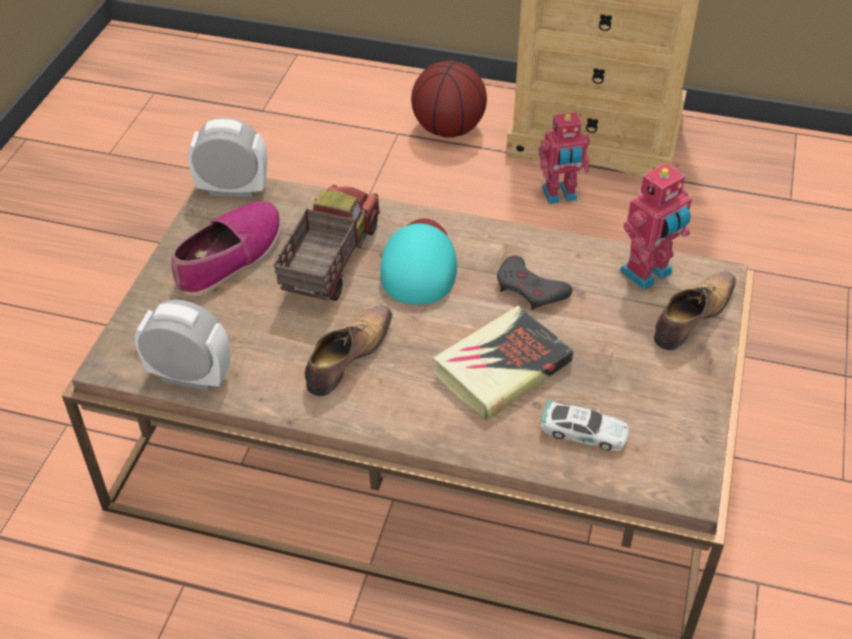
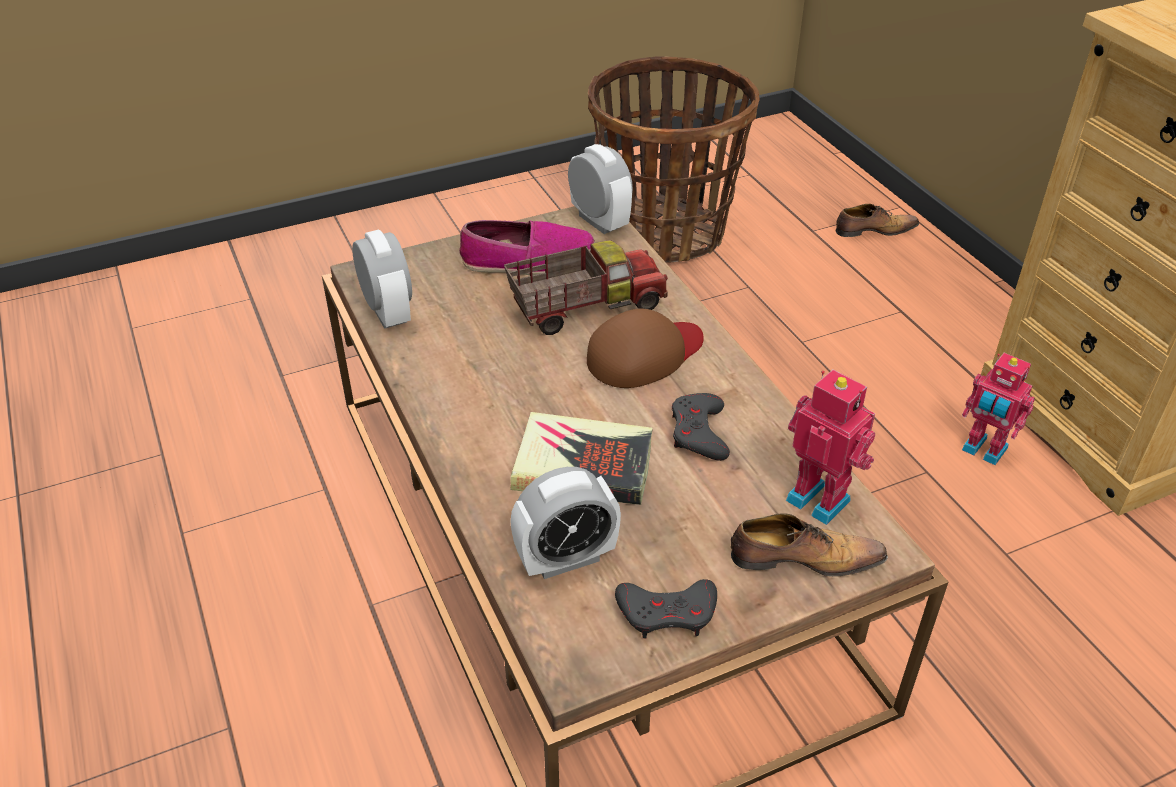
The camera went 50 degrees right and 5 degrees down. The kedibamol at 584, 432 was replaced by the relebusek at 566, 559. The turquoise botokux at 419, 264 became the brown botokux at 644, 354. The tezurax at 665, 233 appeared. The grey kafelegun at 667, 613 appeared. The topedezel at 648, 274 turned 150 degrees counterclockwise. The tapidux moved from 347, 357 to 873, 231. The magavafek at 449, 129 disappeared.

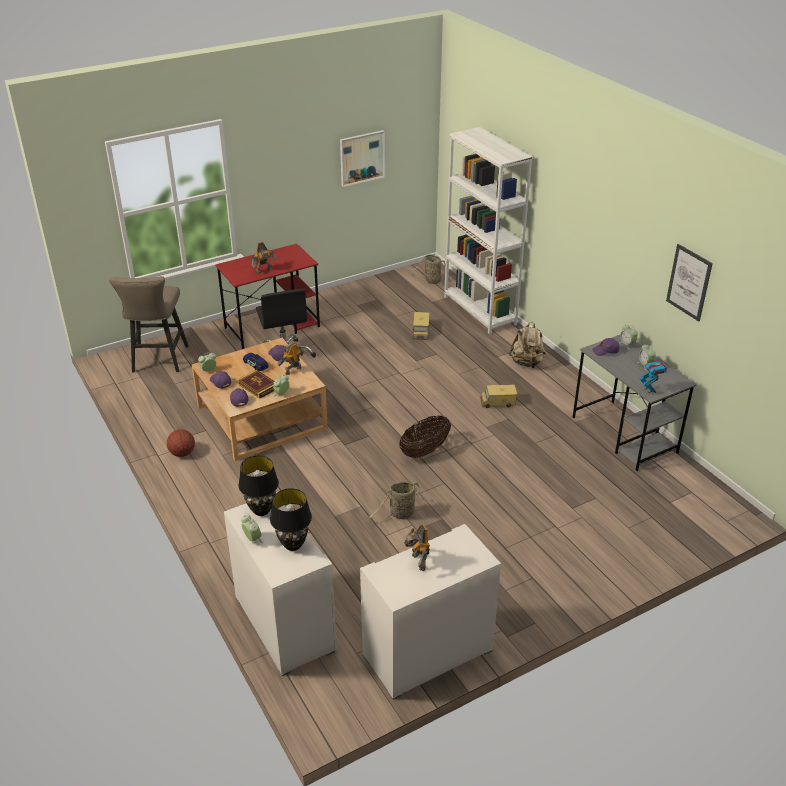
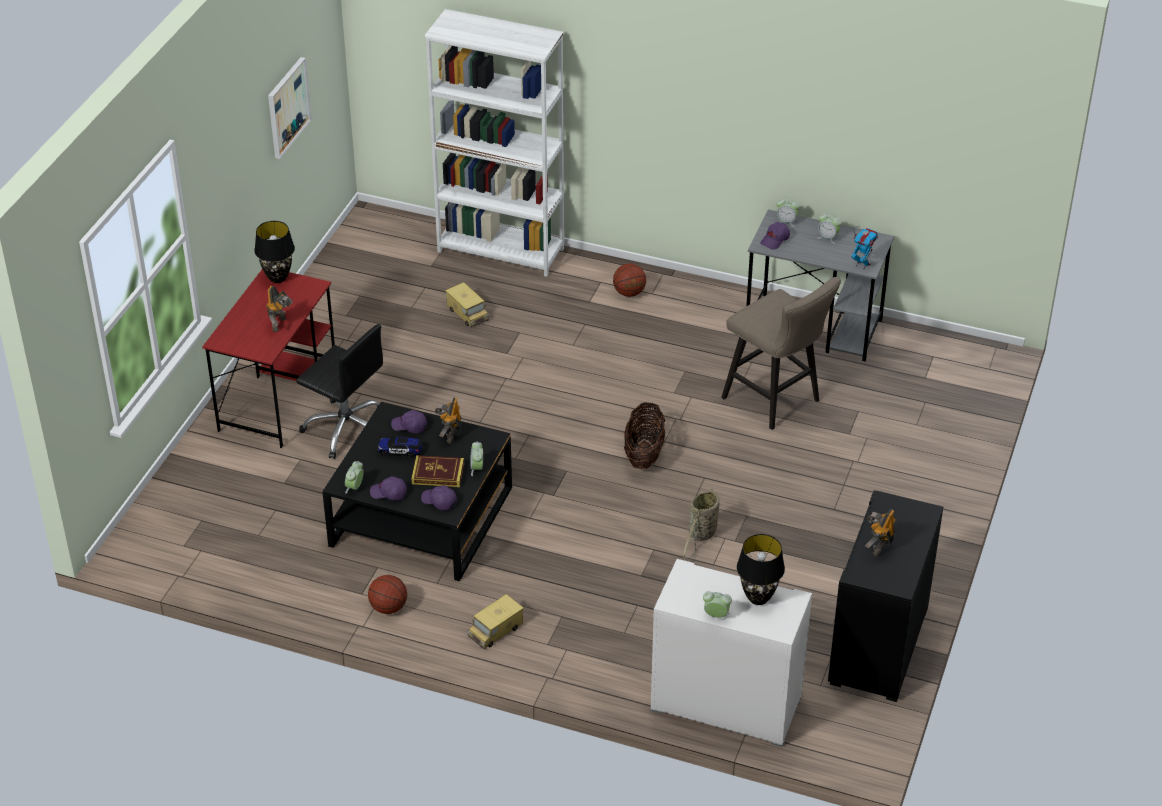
The camera went 40 degrees left and 5 degrees up. The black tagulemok moved from 261, 511 to 277, 278. The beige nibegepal at 261, 417 became the black nibegepal at 421, 516. The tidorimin moved from 498, 402 to 496, 630. The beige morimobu at 527, 363 was replaced by the magavafek at 629, 293. The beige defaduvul moved from 158, 361 to 776, 402. The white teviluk at 428, 654 became the black teviluk at 880, 646. The topedezel at 417, 562 turned 90 degrees clockwise. The tezurax at 431, 280 disappeared. The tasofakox at 689, 282 disappeared.

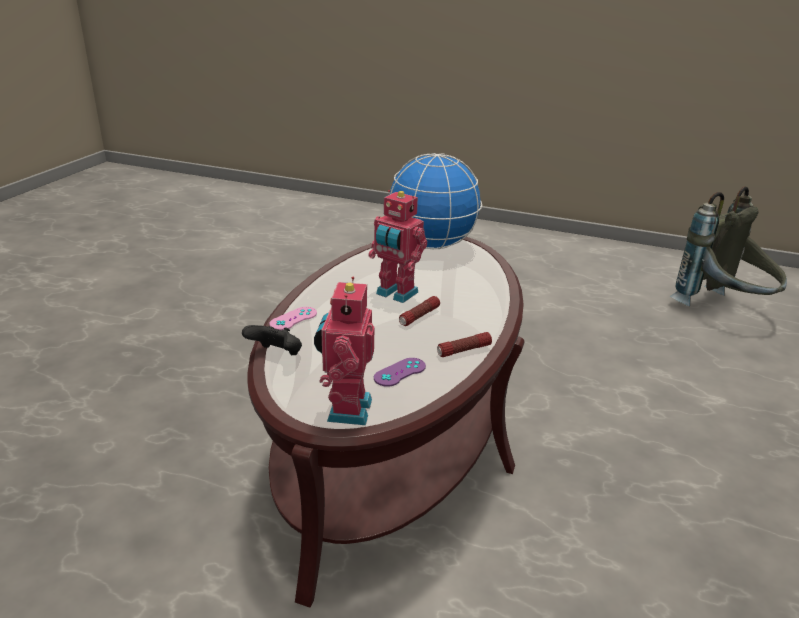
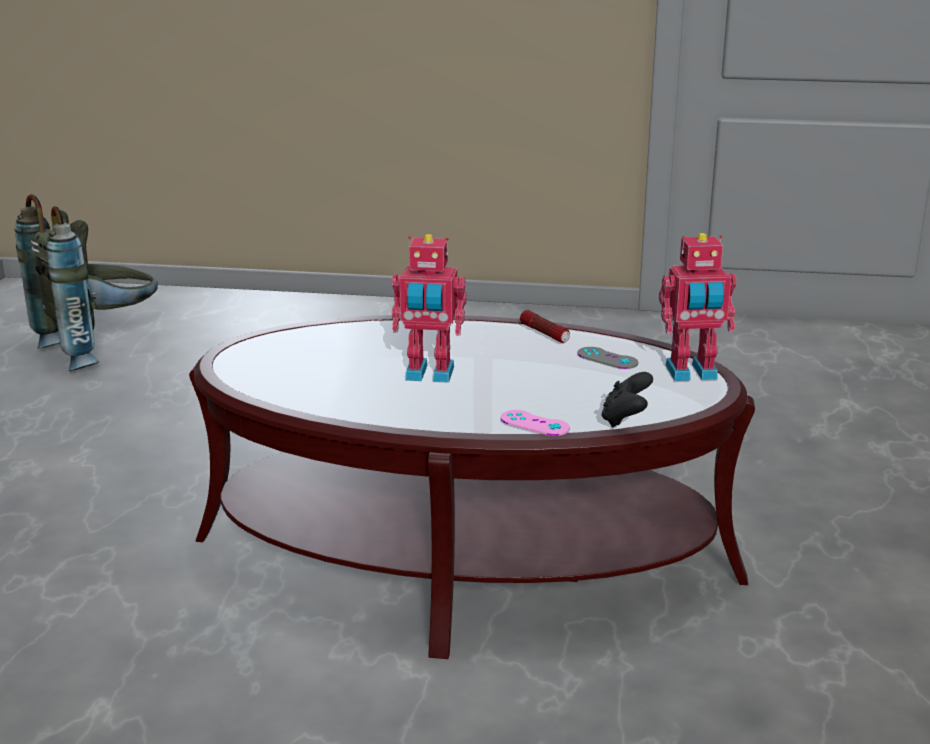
The camera went 100 degrees left and 5 degrees down. The topedezel at 395, 294 turned 75 degrees clockwise. The purple kafelegun at 400, 372 became the grey kafelegun at 607, 358. The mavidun at 432, 245 disappeared. The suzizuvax at 419, 316 disappeared.

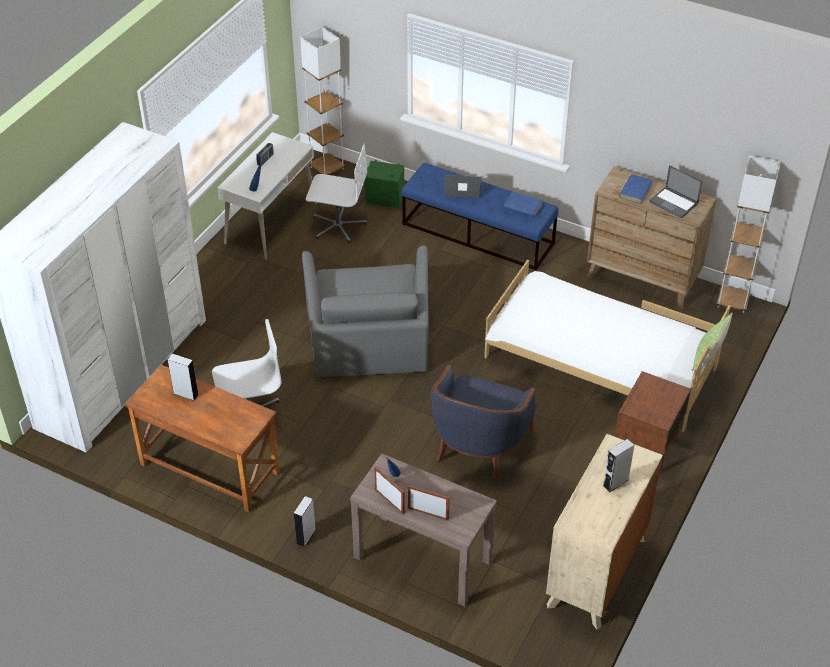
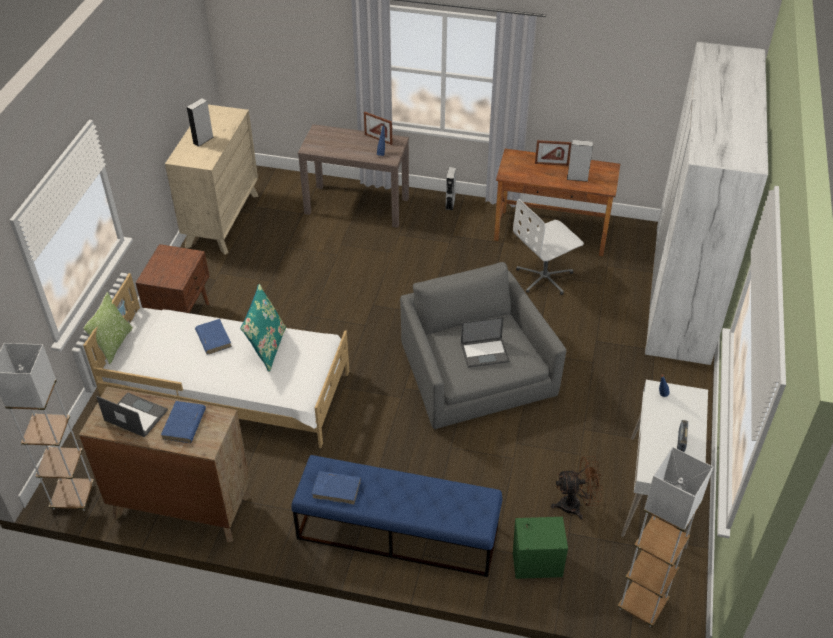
The camera went 165 degrees right and 0 degrees up. The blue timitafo at 213, 338 appeared. The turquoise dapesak at 267, 347 appeared. The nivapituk moved from 462, 188 to 485, 352. The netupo moved from 428, 513 to 551, 164. The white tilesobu at 338, 226 was replaced by the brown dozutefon at 575, 505. The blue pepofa at 479, 443 disappeared.

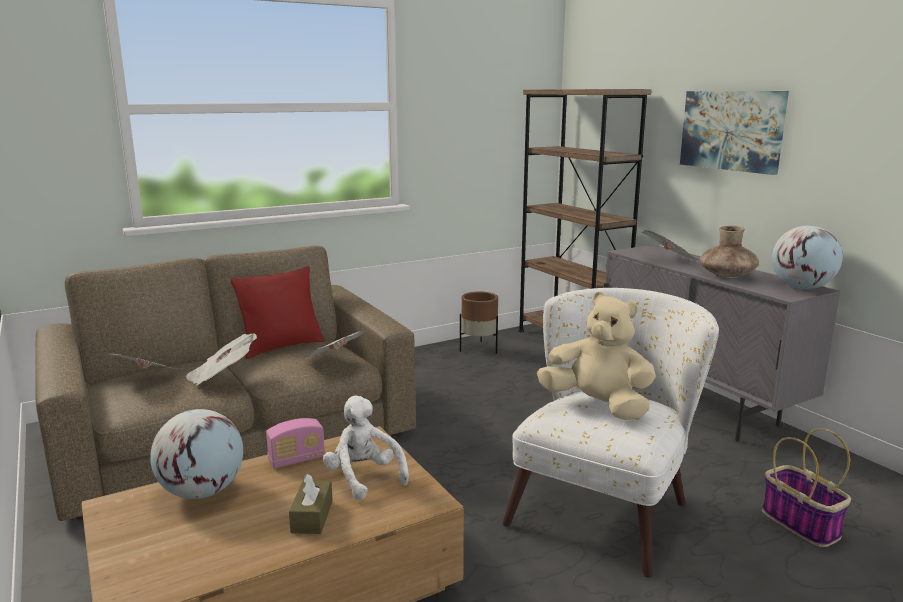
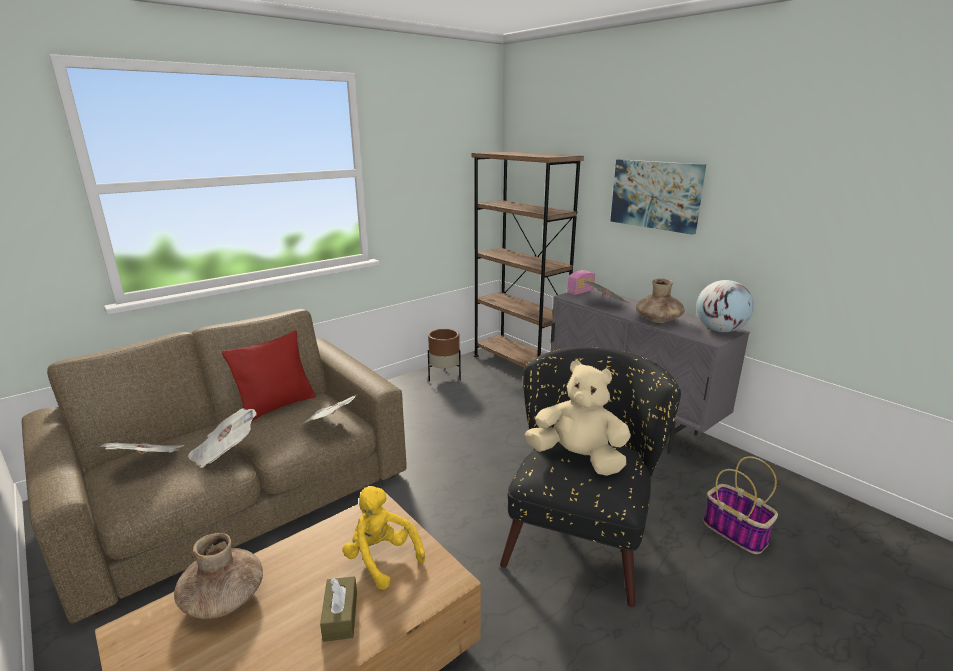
The camera went 10 degrees left and 5 degrees up. The mavidun at 202, 491 was replaced by the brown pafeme at 224, 598. The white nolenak at 363, 478 became the yellow nolenak at 381, 558. The white pepofa at 606, 505 became the black pepofa at 581, 533. The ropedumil moved from 297, 459 to 580, 292.

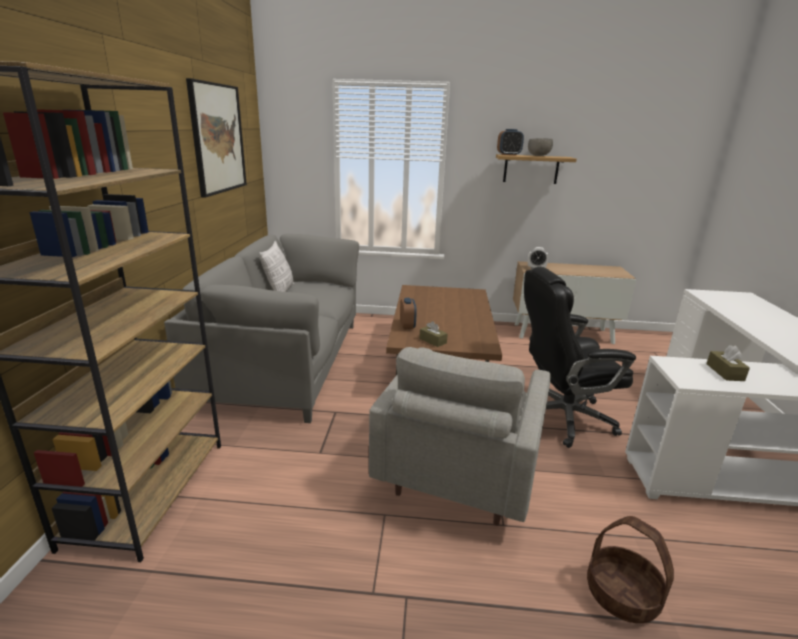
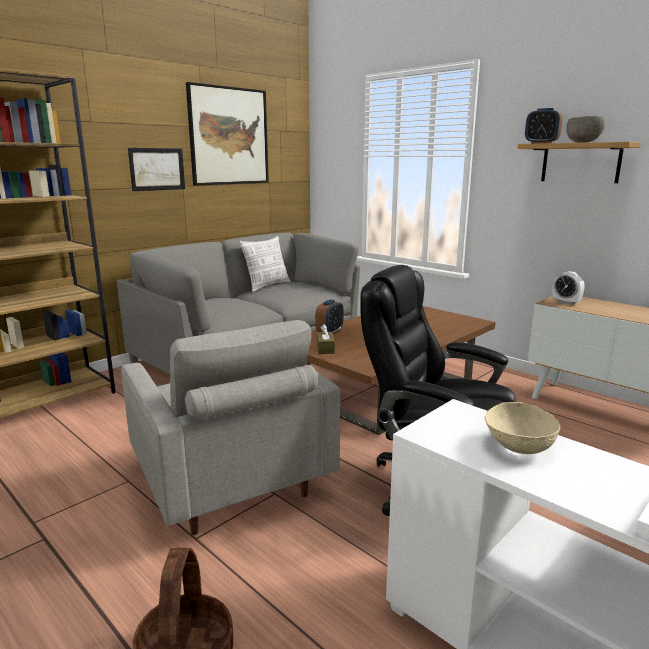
The camera went 40 degrees right and 5 degrees down. The grey pepofa at 457, 475 turned 90 degrees counterclockwise. The tasofakox at 157, 169 appeared. The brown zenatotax at 725, 372 was replaced by the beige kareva at 518, 445.

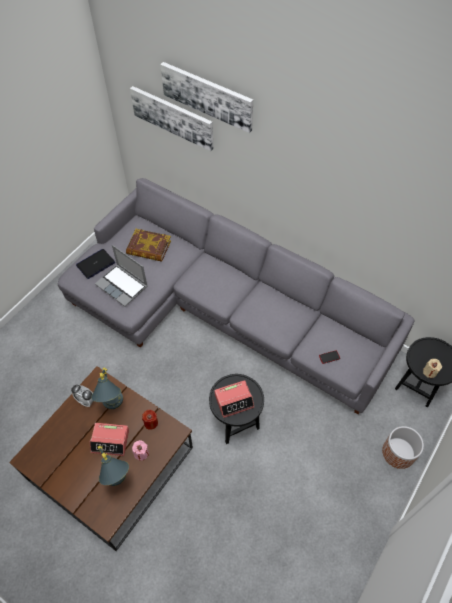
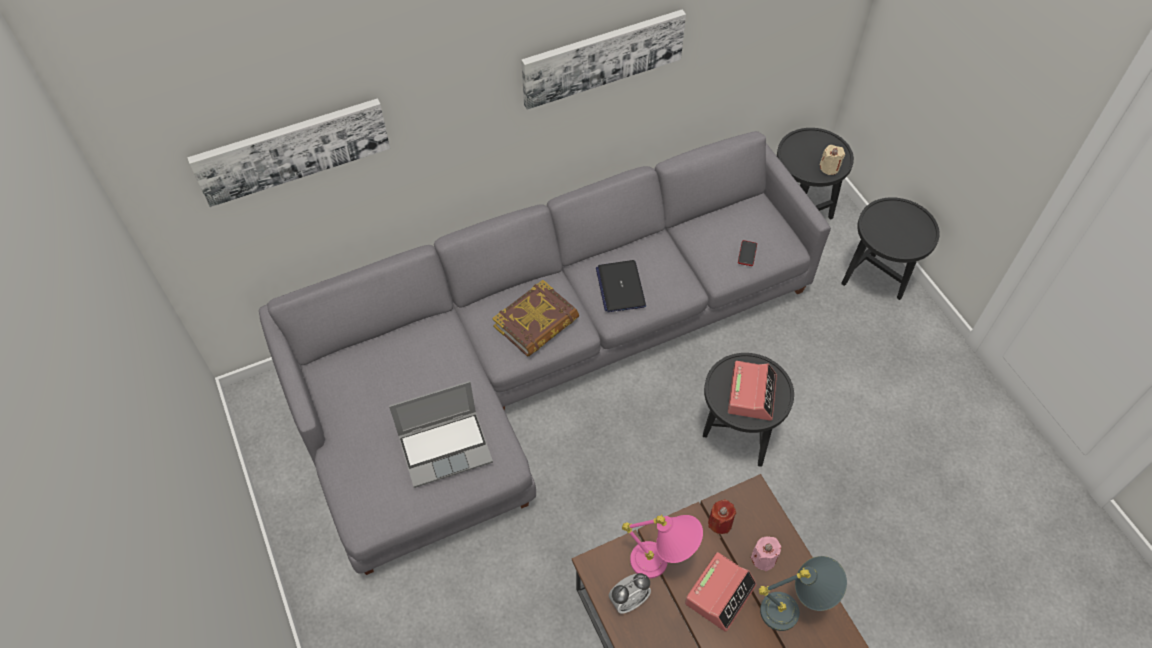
The camera went 60 degrees left and 0 degrees up. The timitafo moved from 149, 248 to 536, 323. The tasofakox moved from 207, 95 to 602, 56. The nivapituk moved from 96, 264 to 620, 287. The grey tagulemok at 113, 407 became the pink tagulemok at 662, 565. The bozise at 398, 453 was replaced by the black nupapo at 876, 282.

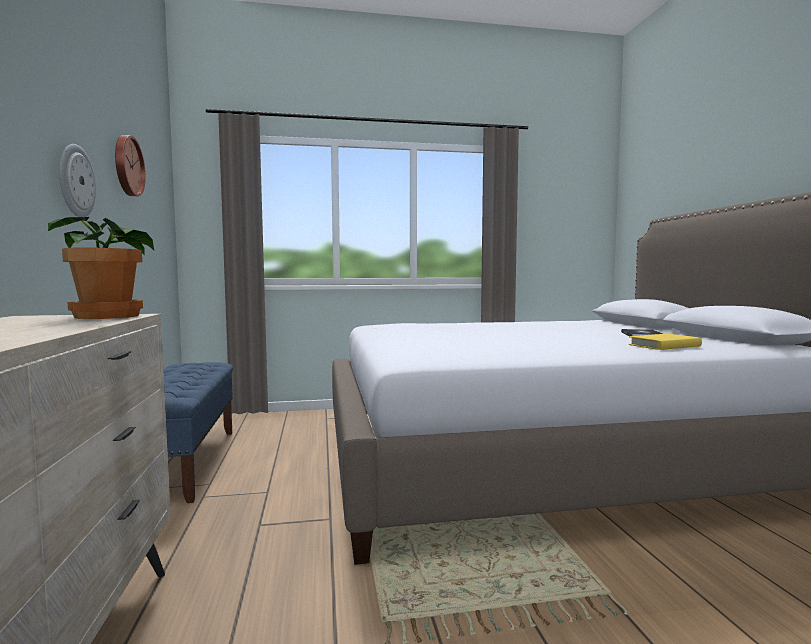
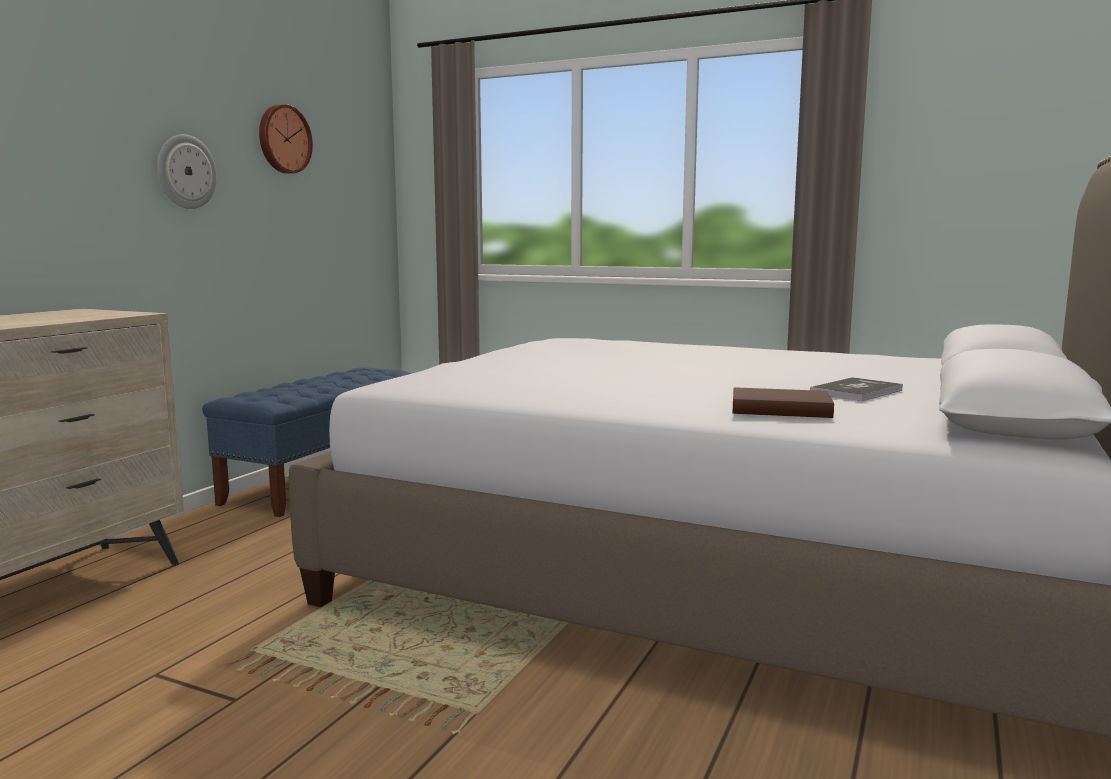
The camera went 35 degrees right and 5 degrees up. The yellow timitafo at 664, 346 became the brown timitafo at 780, 410. The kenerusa at 110, 316 disappeared.

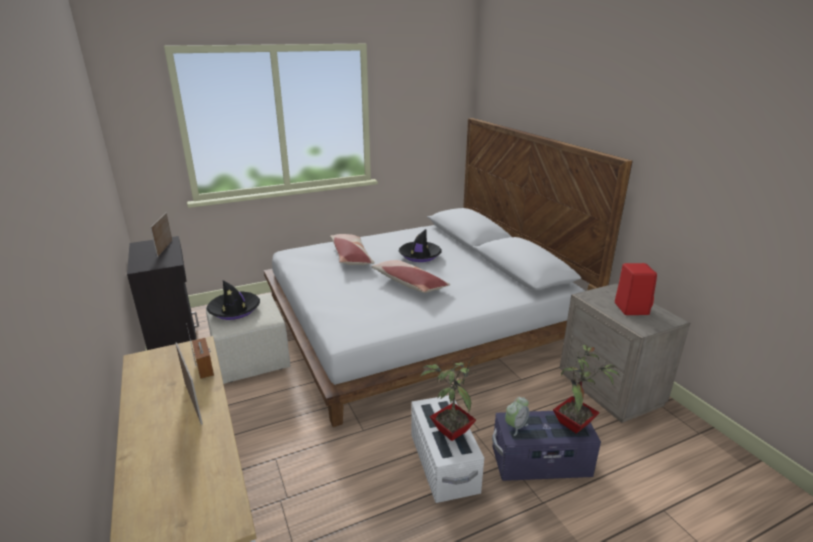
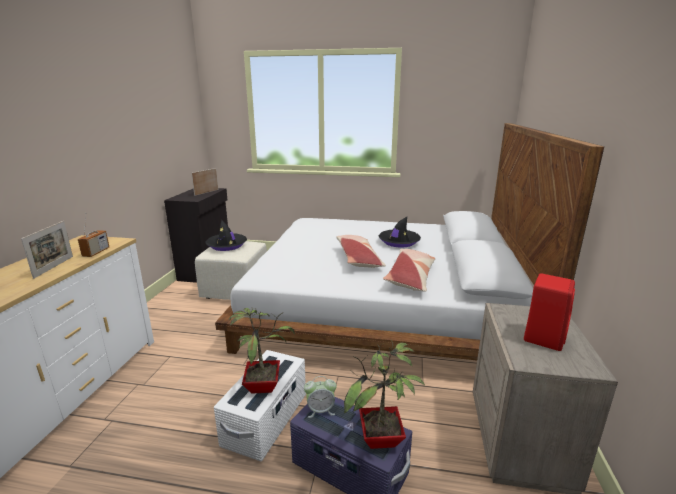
The camera went 35 degrees right and 5 degrees down. The dapesak moved from 351, 256 to 411, 277.

